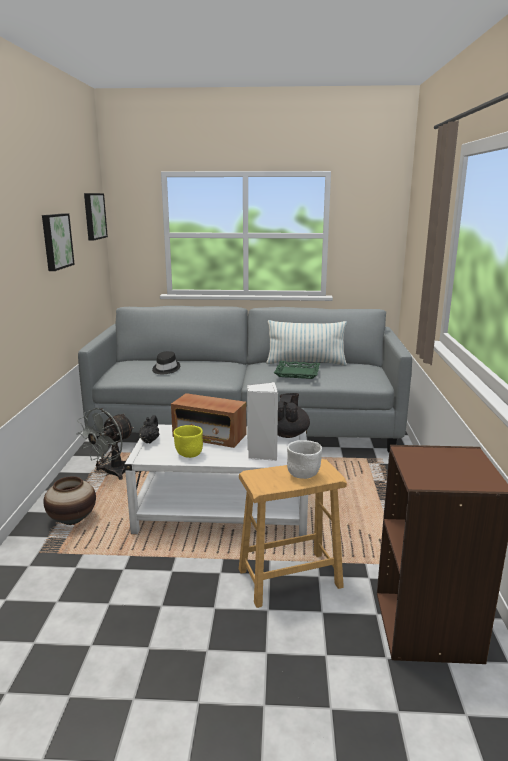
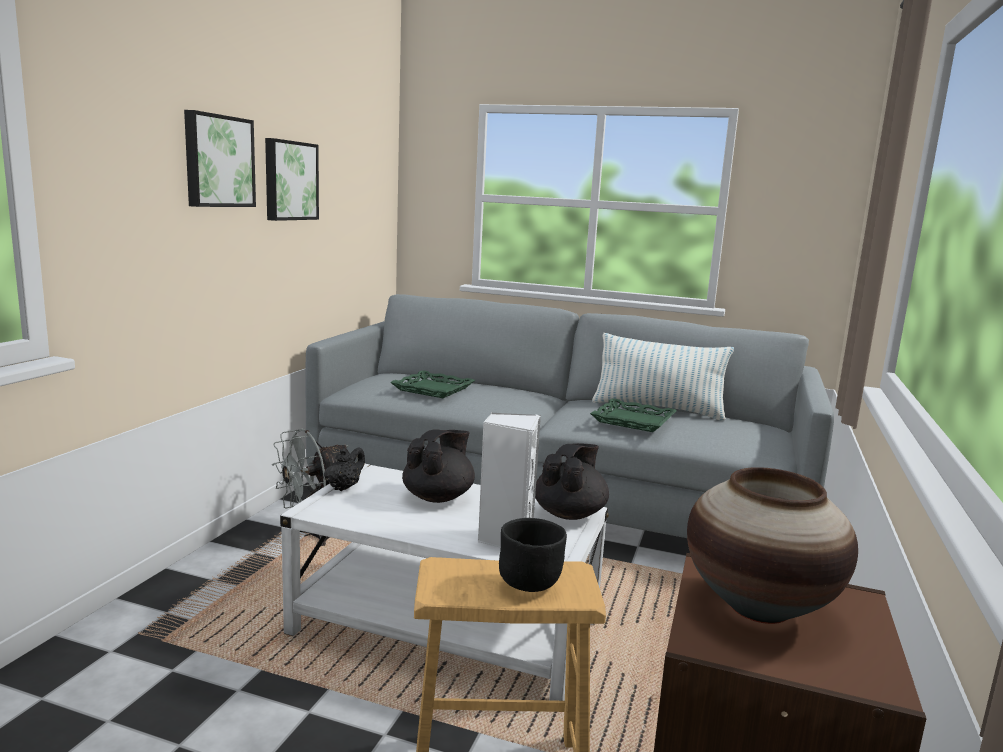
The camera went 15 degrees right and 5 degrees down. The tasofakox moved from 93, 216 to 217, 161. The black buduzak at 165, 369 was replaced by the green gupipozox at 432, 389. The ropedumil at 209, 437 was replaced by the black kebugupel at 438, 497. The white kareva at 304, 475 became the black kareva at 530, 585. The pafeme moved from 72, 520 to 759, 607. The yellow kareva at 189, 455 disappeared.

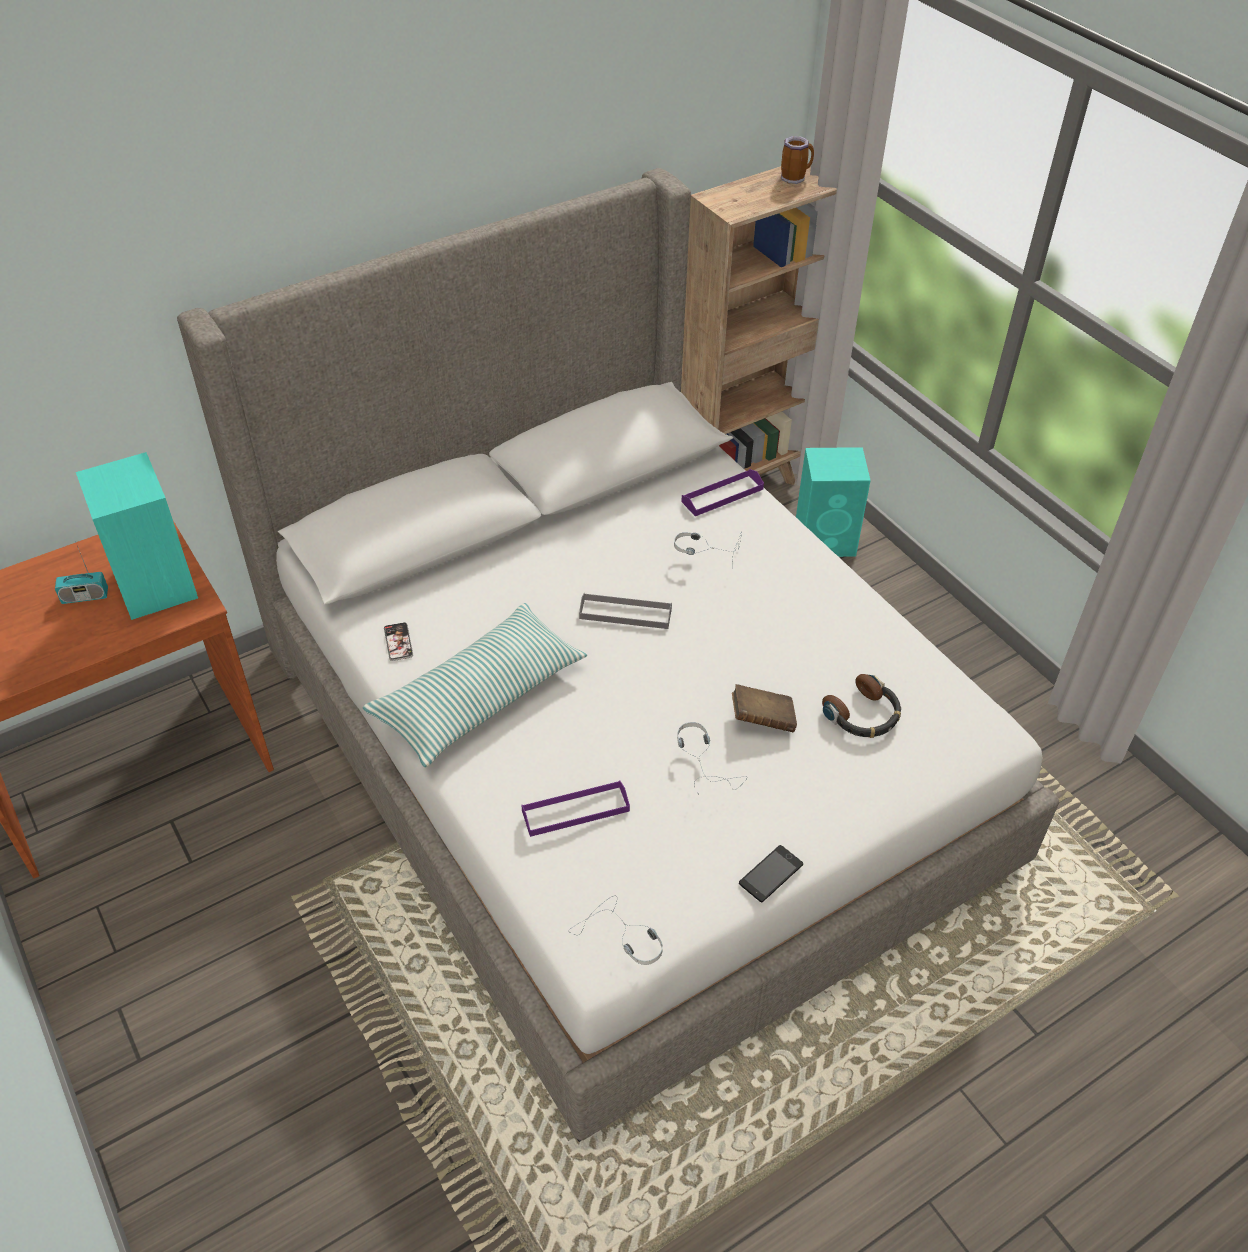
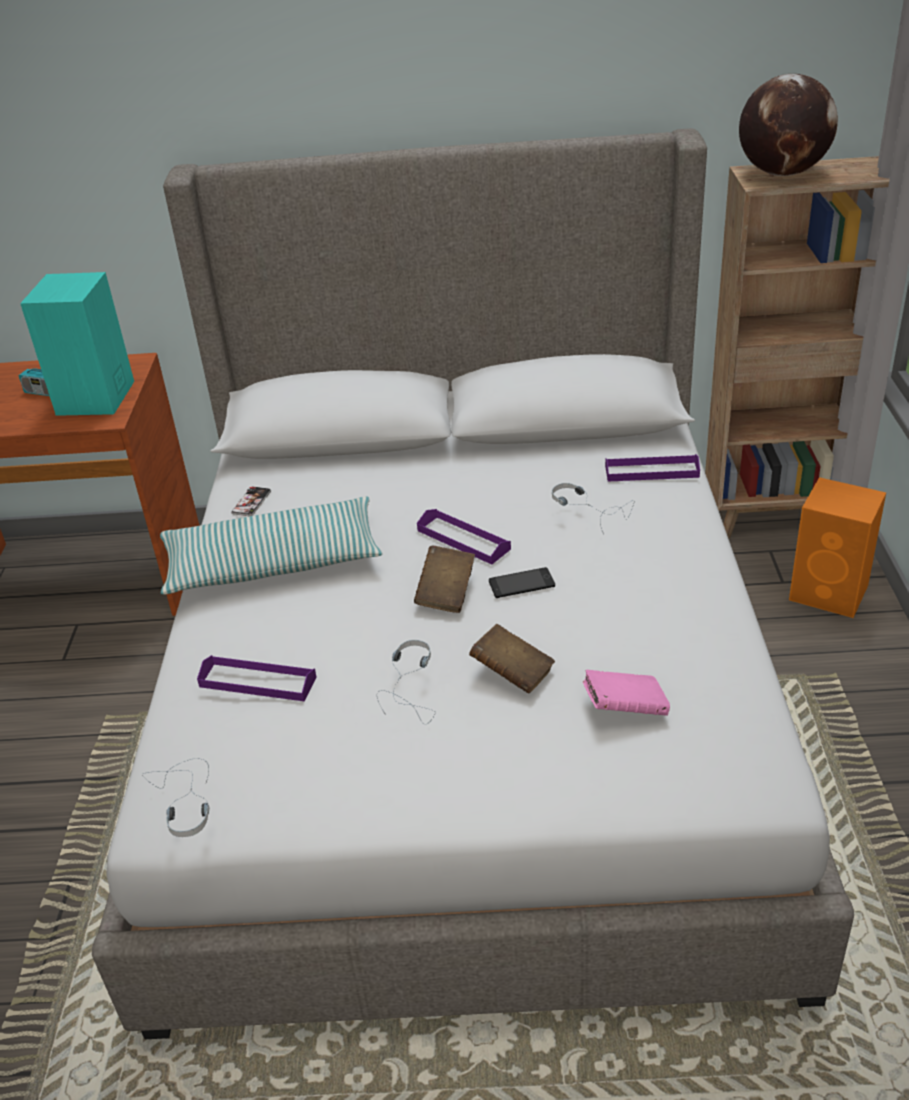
The camera went 35 degrees right and 10 degrees down. The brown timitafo at 446, 593 appeared. The grey gupipozox at 625, 614 became the purple gupipozox at 463, 540. The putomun moved from 771, 874 to 521, 583. The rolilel at 863, 715 was replaced by the pink timitafo at 625, 708. The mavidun at 782, 173 appeared. The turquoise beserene at 826, 539 became the orange beserene at 830, 593. The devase at 794, 177 disappeared.

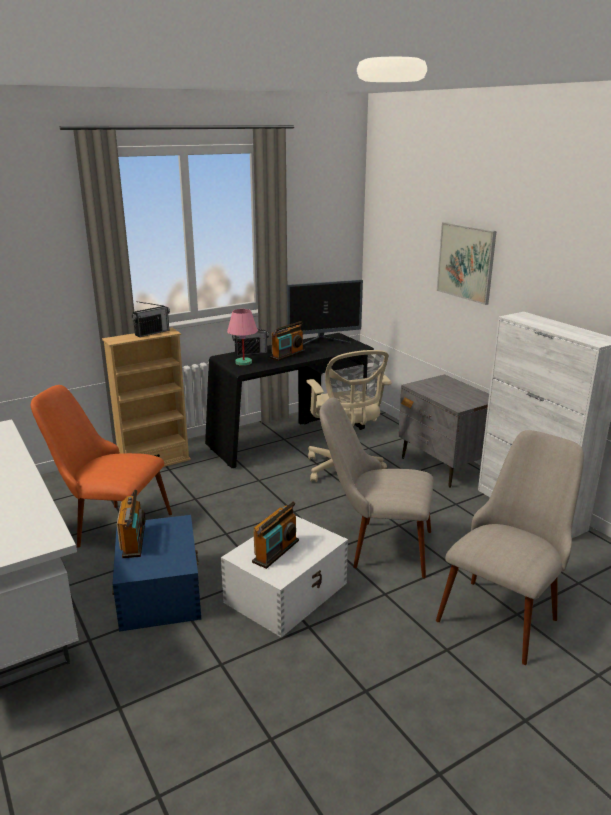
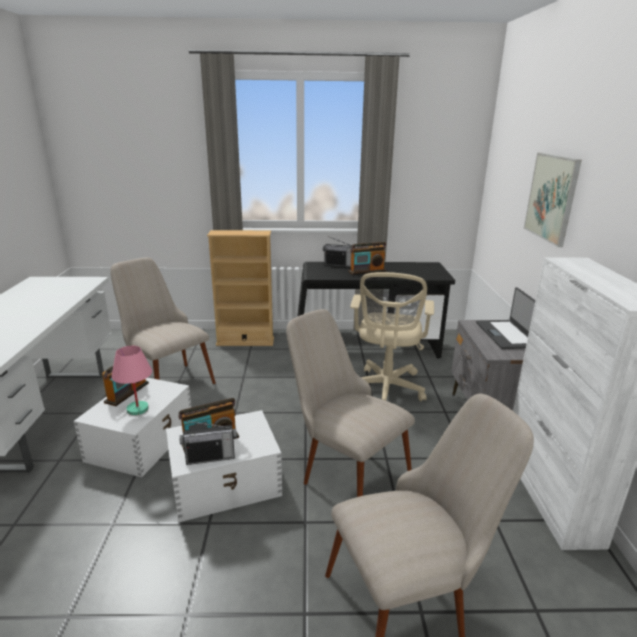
The camera went 30 degrees right and 0 degrees up. The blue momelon at 160, 590 became the white momelon at 142, 440. The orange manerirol at 111, 527 became the beige manerirol at 166, 380. The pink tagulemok moved from 243, 363 to 137, 409. The ropedumil moved from 152, 333 to 210, 458. The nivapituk at 507, 334 appeared. The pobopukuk at 323, 341 disappeared.

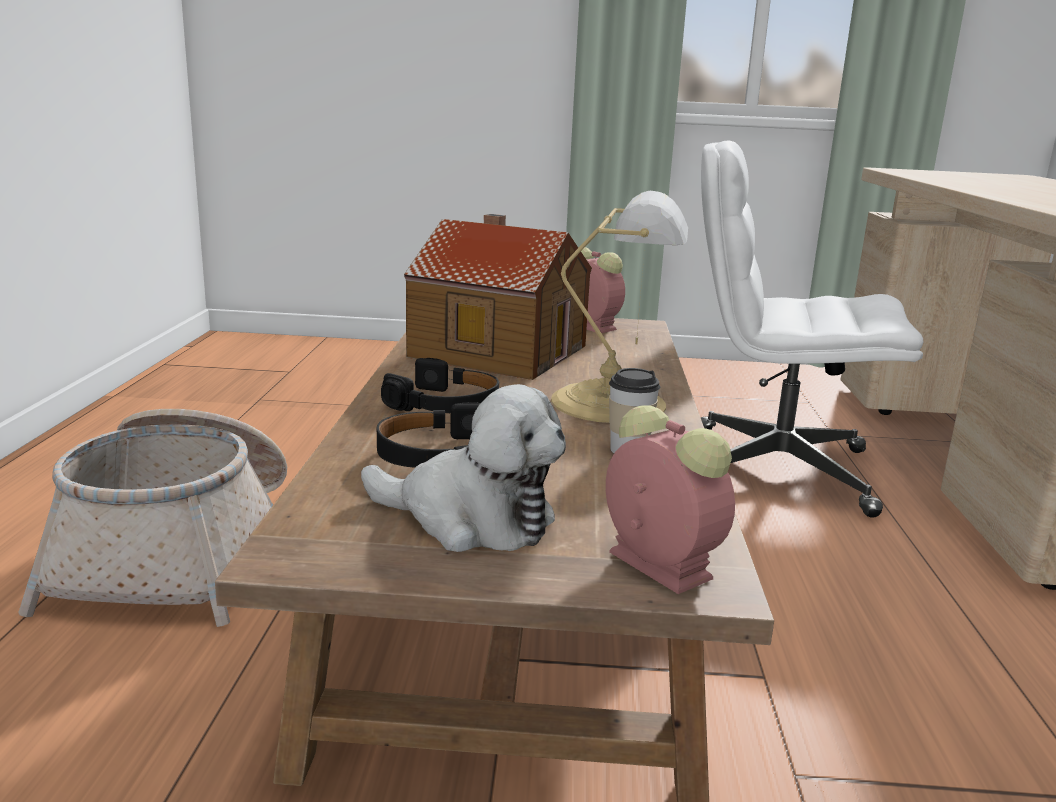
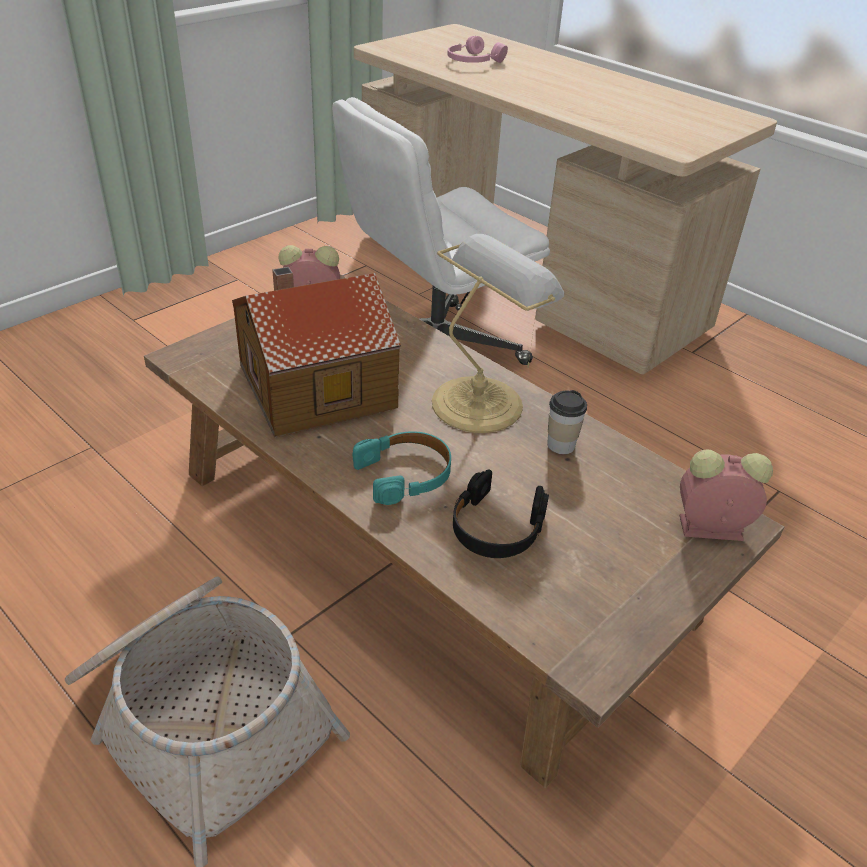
The camera went 50 degrees left and 20 degrees up. The black rolilel at 446, 404 became the turquoise rolilel at 405, 474. The pink rolilel at 473, 61 appeared. The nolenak at 471, 519 disappeared.

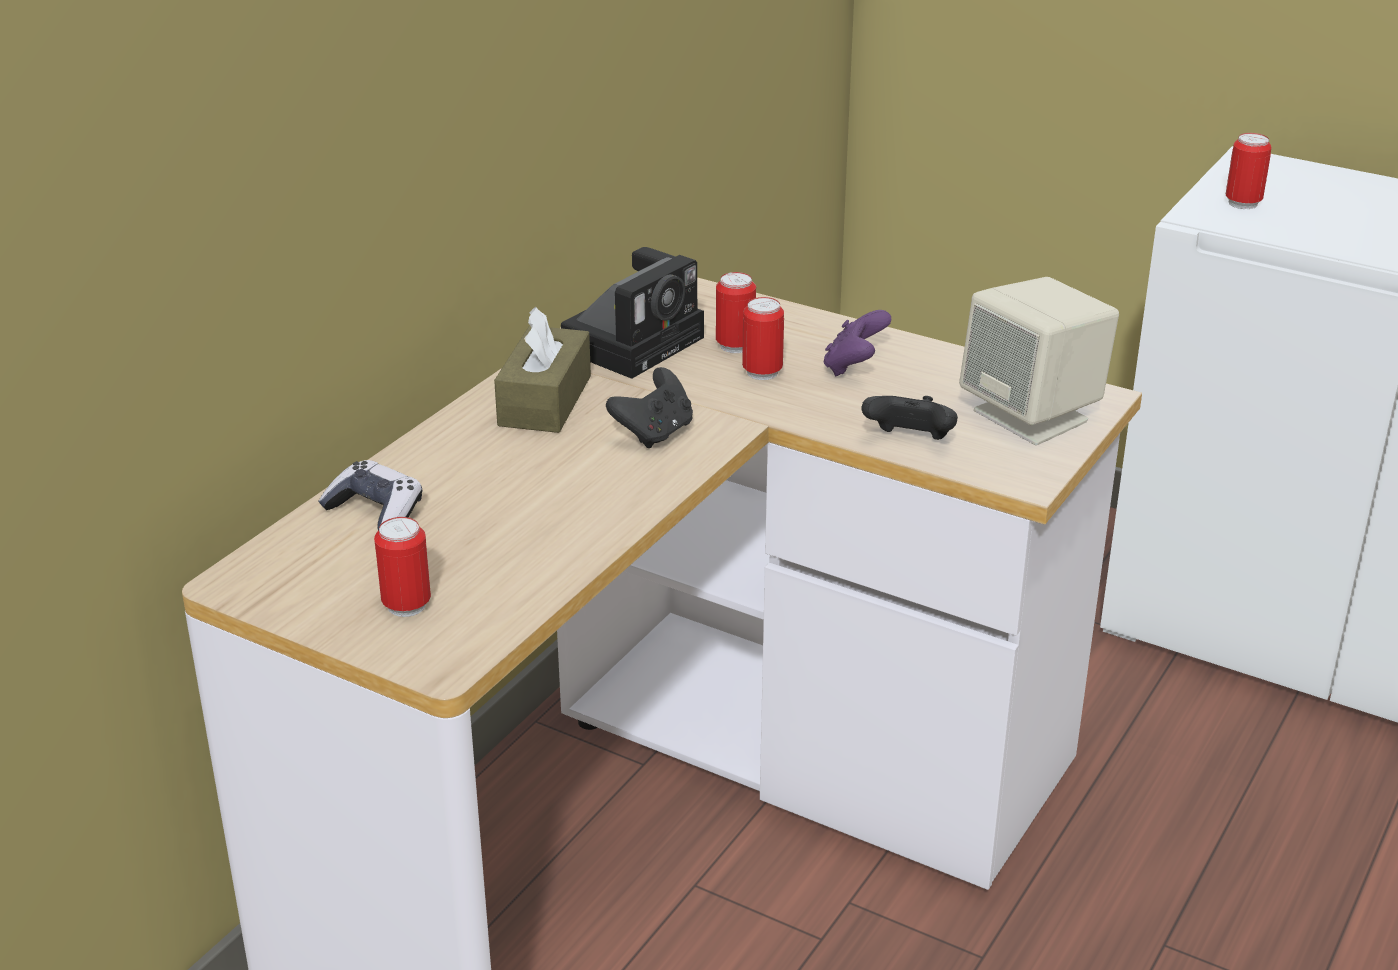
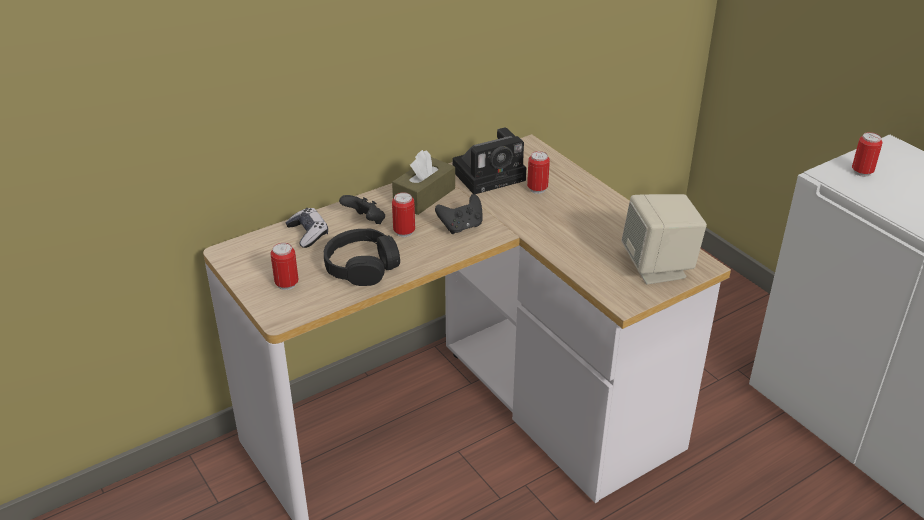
The camera went 25 degrees right and 5 degrees up. The black rolilel at 362, 266 appeared. The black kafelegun moved from 910, 442 to 365, 221. The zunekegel moved from 762, 372 to 404, 232. The purple kafelegun at 854, 367 disappeared.

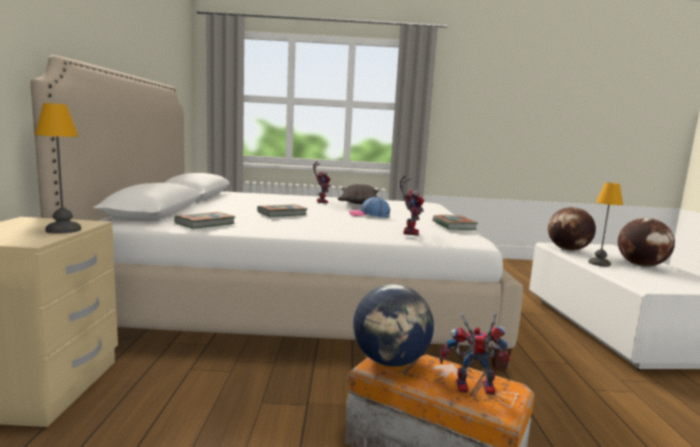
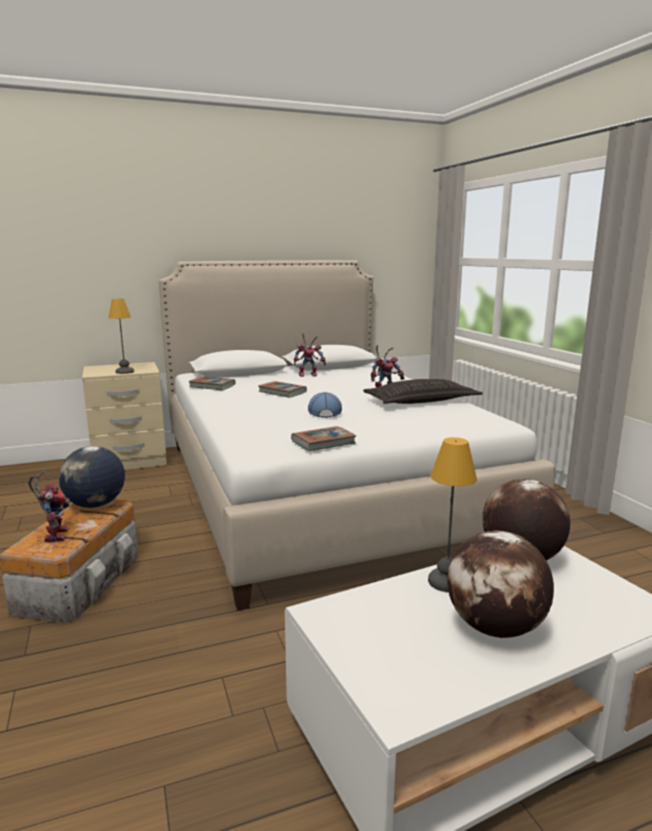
The camera went 70 degrees right and 5 degrees up. The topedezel moved from 409, 232 to 309, 375.

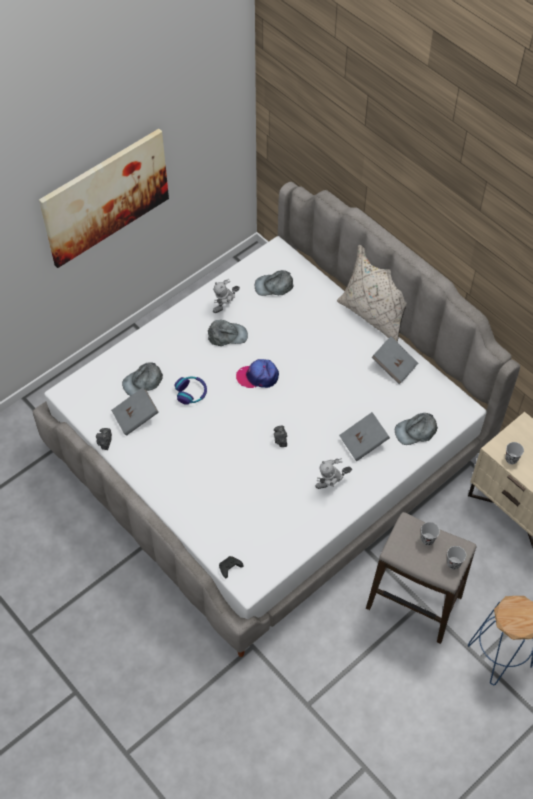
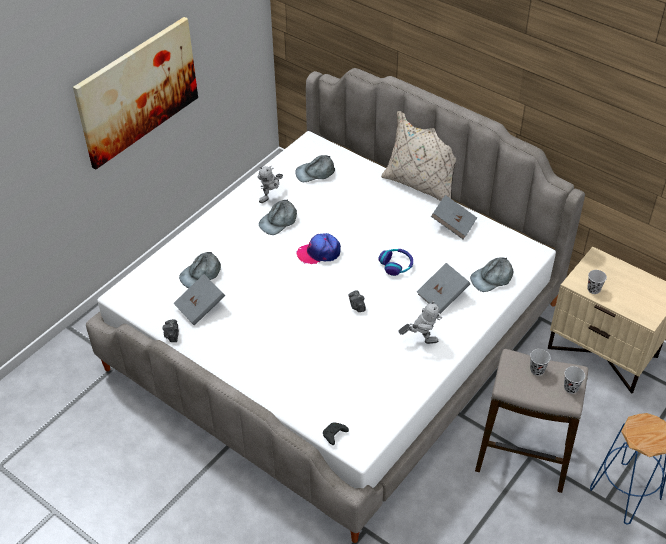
The camera went 10 degrees left and 10 degrees down. The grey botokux at 227, 335 turned 150 degrees clockwise. The rolilel moved from 191, 393 to 396, 265. The topedezel at 331, 485 turned 150 degrees counterclockwise.

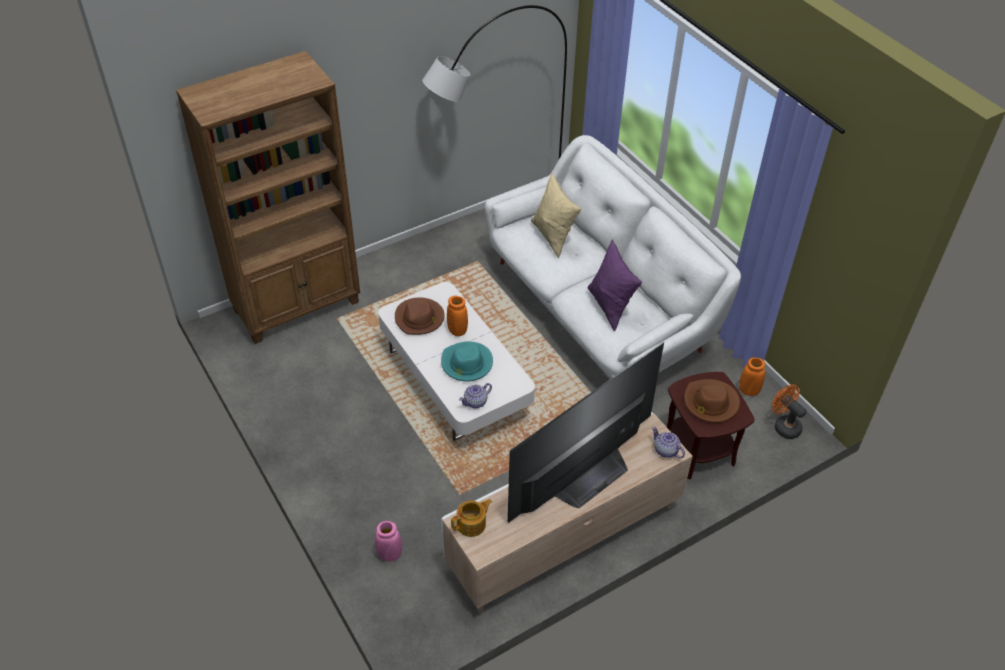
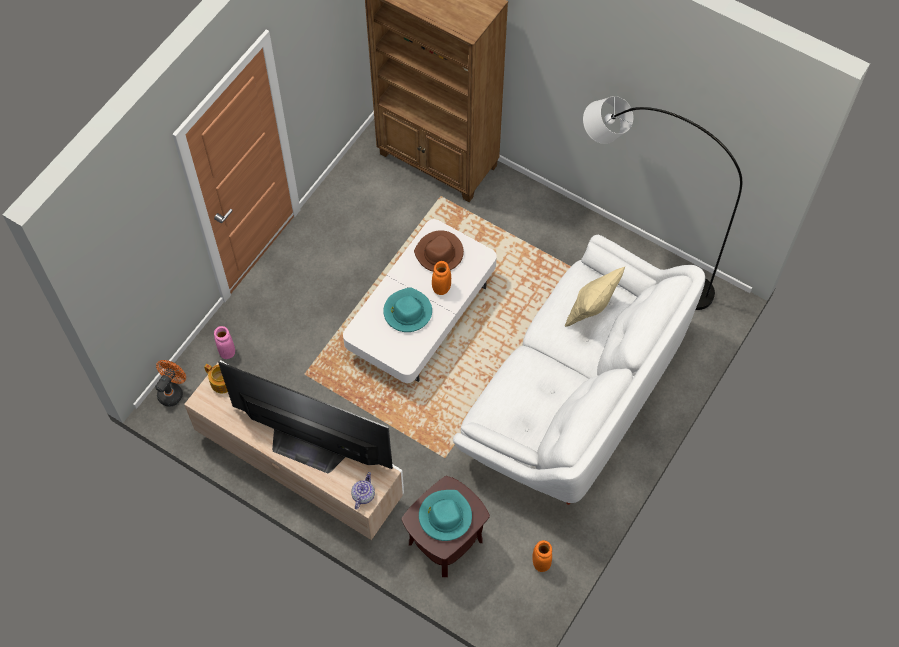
The camera went 65 degrees right and 15 degrees up. The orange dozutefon moved from 784, 425 to 172, 391. The brown buduzak at 710, 403 became the turquoise buduzak at 445, 516. The kebugupel at 476, 402 disappeared. The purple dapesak at 610, 307 disappeared.

